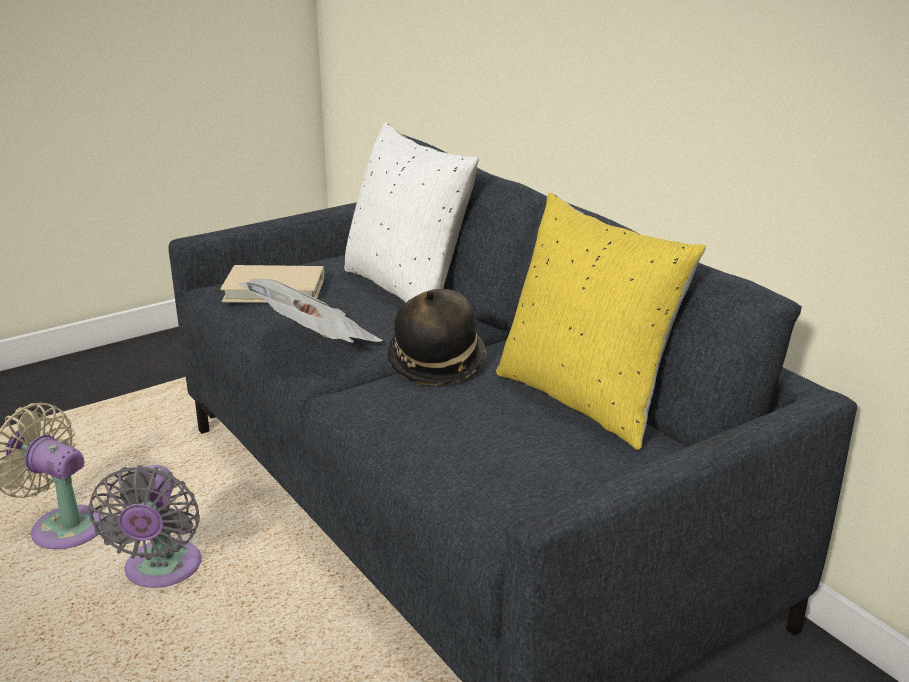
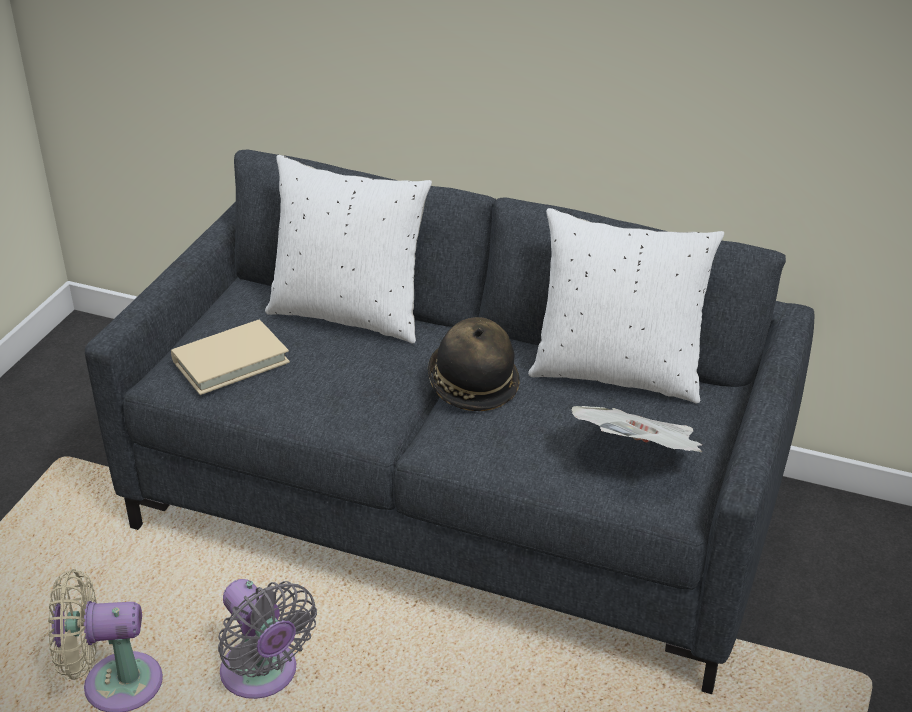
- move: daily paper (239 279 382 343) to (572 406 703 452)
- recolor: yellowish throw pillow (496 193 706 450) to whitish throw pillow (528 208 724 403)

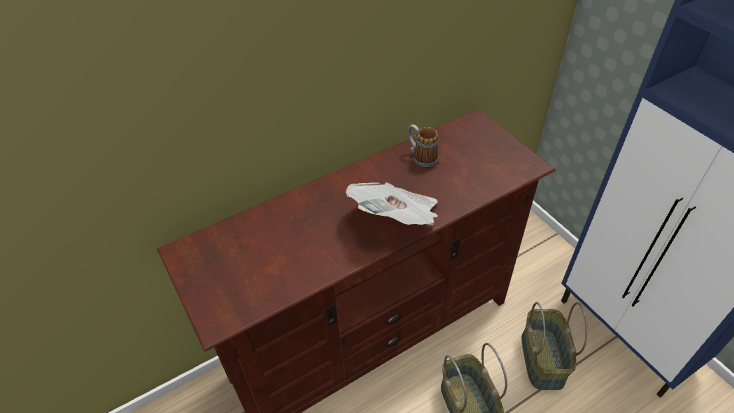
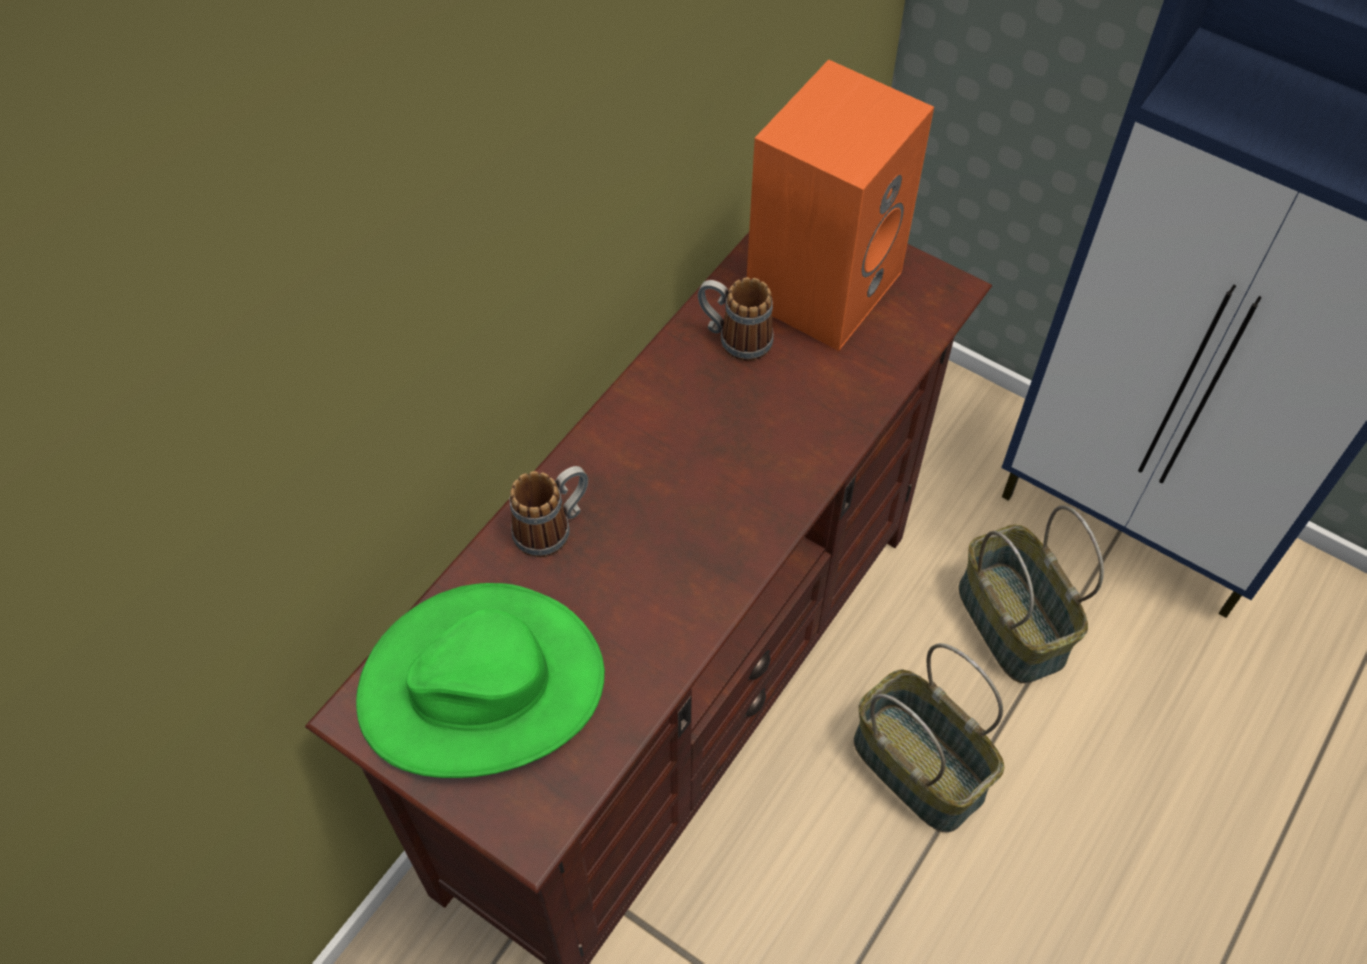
- delete: daily paper (346 183 438 225)
- insert: green hat (356 583 605 778)
- insert: mug (509 466 588 557)
- insert: orangey speaker (747 59 934 351)

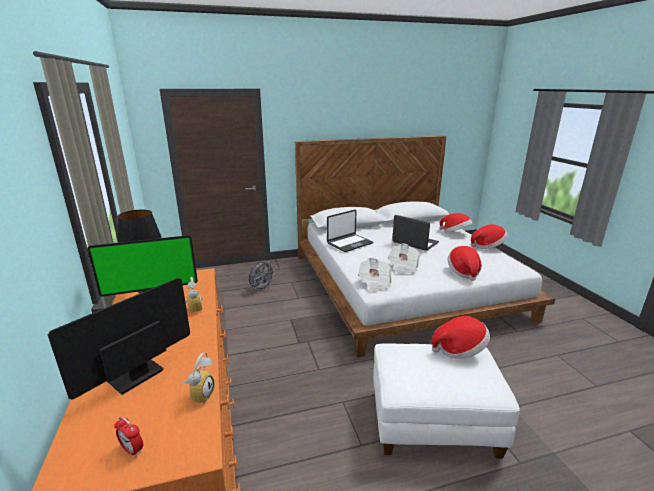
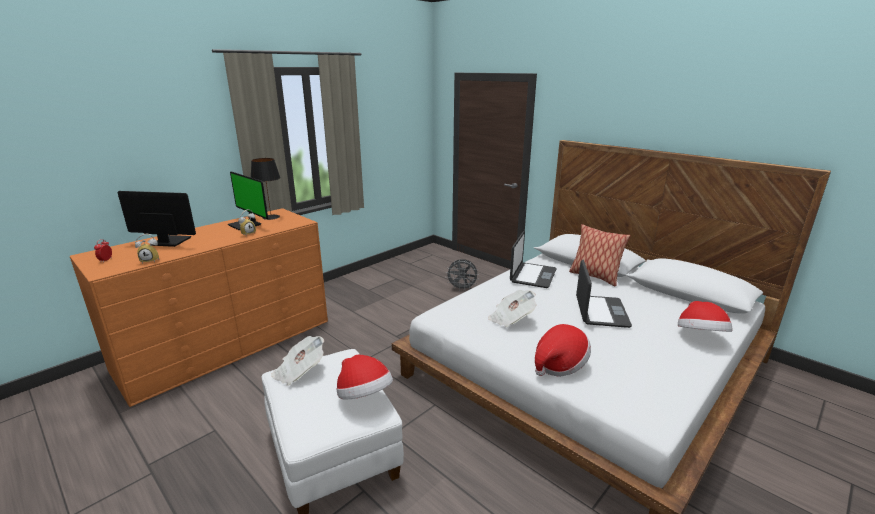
- delete: hat (471 224 508 249)
- insert: throw pillow (569 224 630 286)
- move: daily paper (358 258 392 292) to (271 336 325 386)
- rotate: laptop (327 210 373 252) = (510 231 557 288) 90 degrees counterclockwise

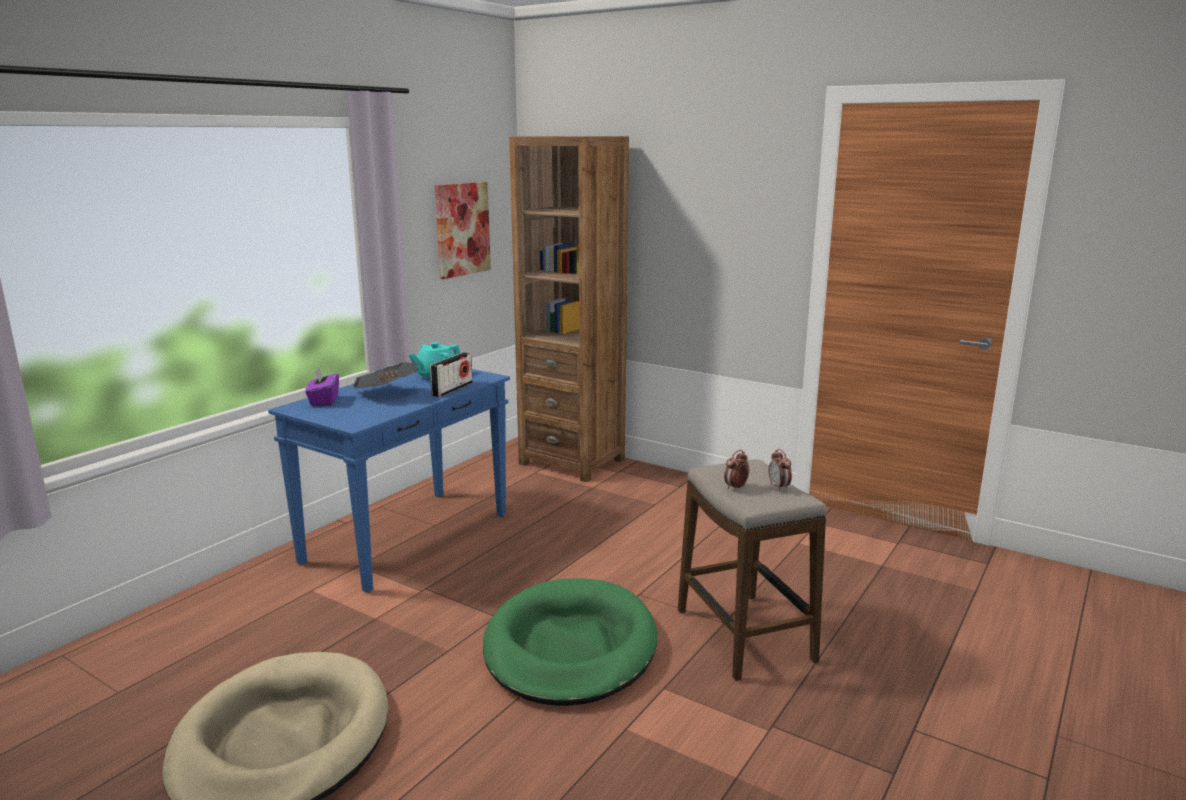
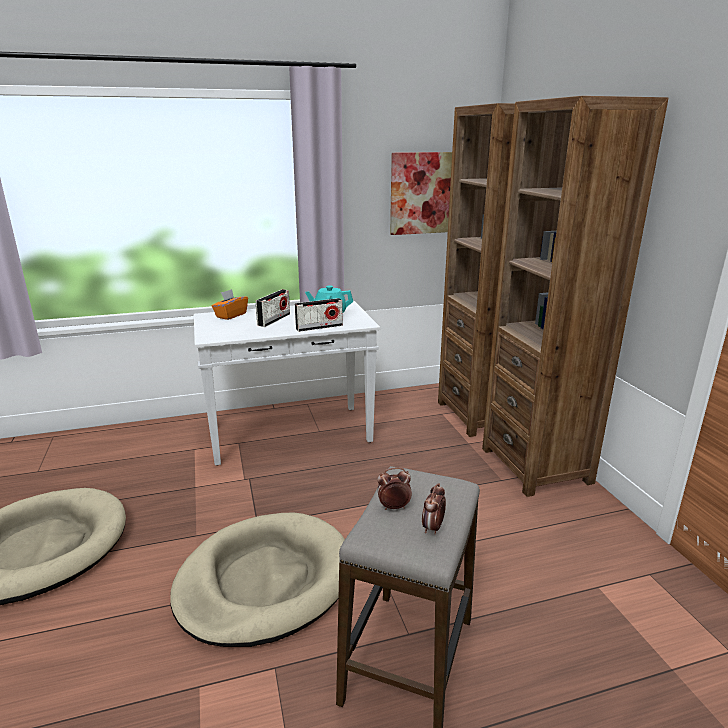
- insert: brown shelving unit (482 96 668 497)
- replace: daily paper (353 362 418 389) to radio receiver (256 289 290 327)
- recolor: bluish narrow table (268 369 510 593) to whitish narrow table (194 301 380 466)
- recolor: purple-coloured box of tissues (305 367 339 406) to orangey box of tissues (212 289 248 320)
- recolor: green dog cushion (483 578 657 706) to beige-coloured dog cushion (170 513 345 647)

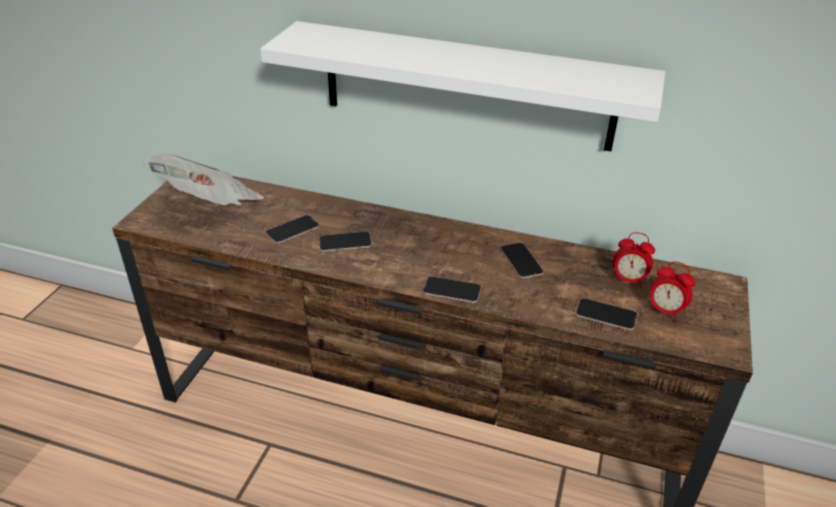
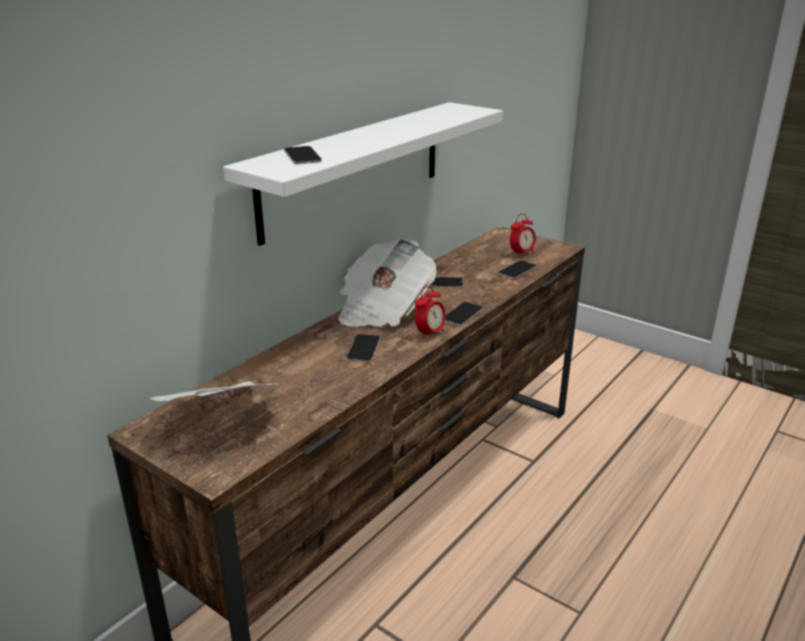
- insert: daily paper (338 238 437 327)
- move: telephone (266 215 319 244) to (284 146 322 164)
- move: table clock (613 232 655 288) to (415 286 446 340)

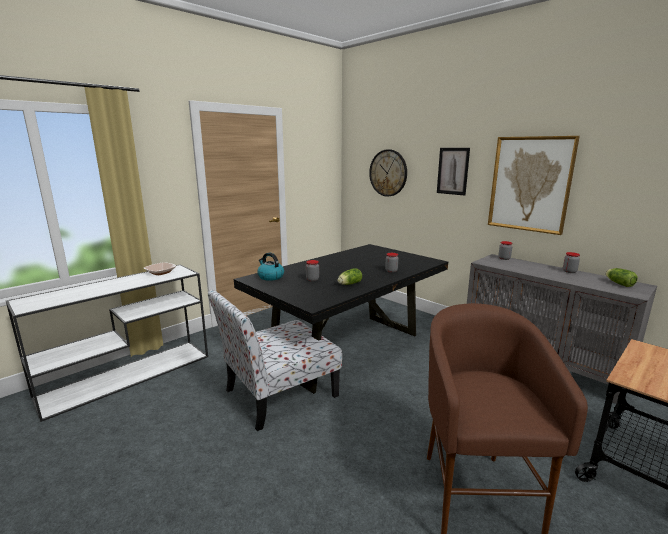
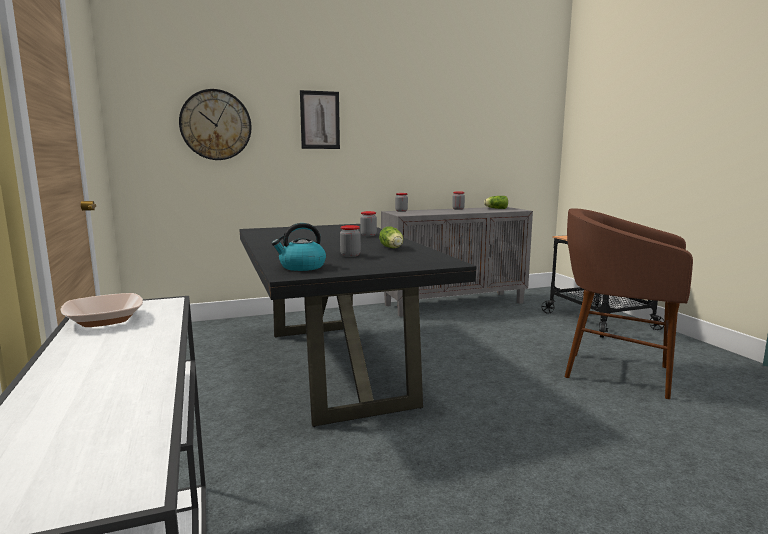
- delete: upright chair (208 290 342 431)
- delete: wall picture (488 136 580 235)

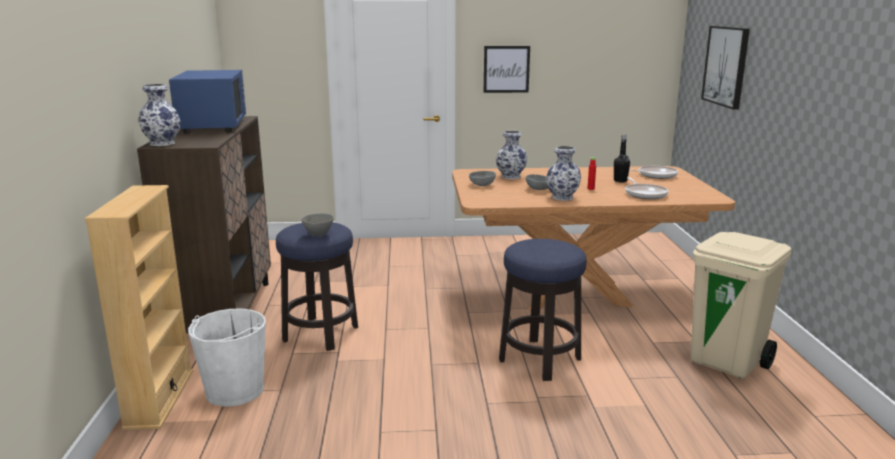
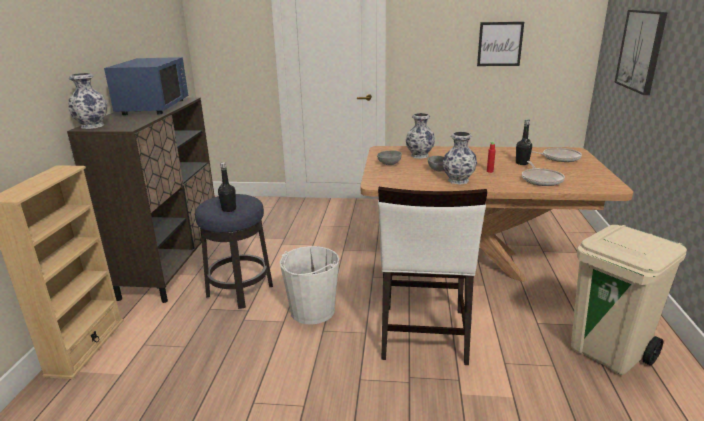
- move: whitish bucket (188 308 266 407) to (280 246 339 325)
- move: wall picture (484 46 530 93) to (477 22 524 66)
- replace: gray deep dish (301 213 334 237) to black beverage bottle (218 162 236 212)
- replace: sitting stool (499 239 587 381) to whitish upright chair (378 187 487 365)

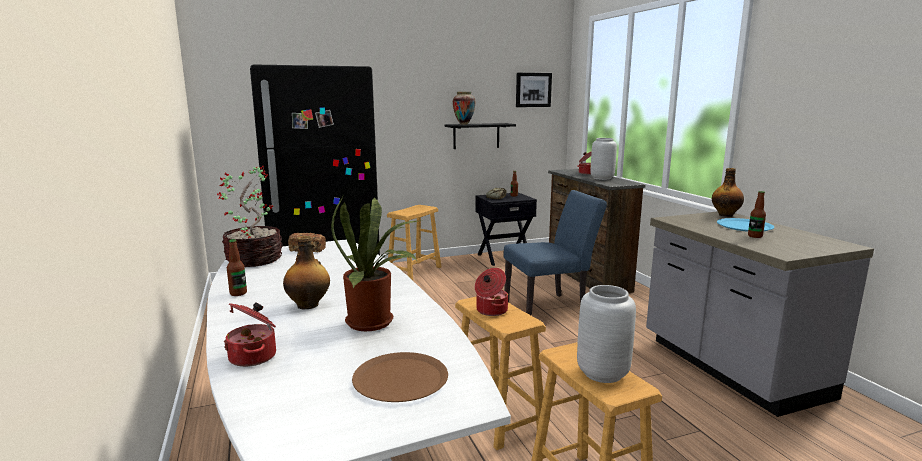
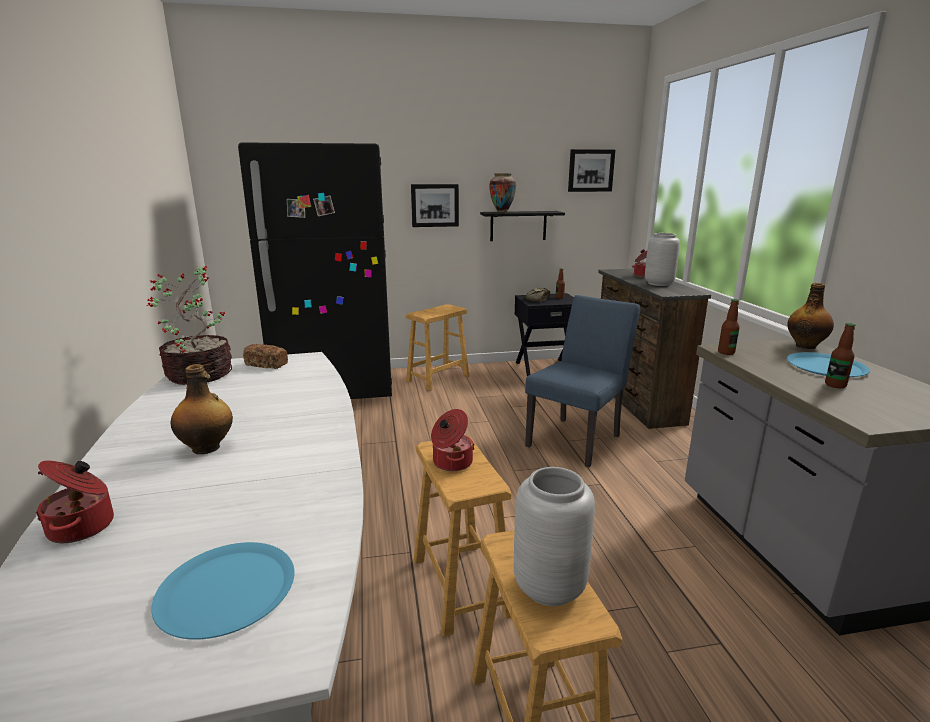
- delete: potted plant (331 196 418 331)
- insert: wall picture (411 184 459 227)
- move: beverage bottle (227 239 247 296) to (718 299 740 355)
- recolor: brown plate (352 352 448 402) to bluish plate (151 542 295 640)
- rotate: bluish upright chair (504 190 607 316) = (525 295 640 467) 45 degrees counterclockwise

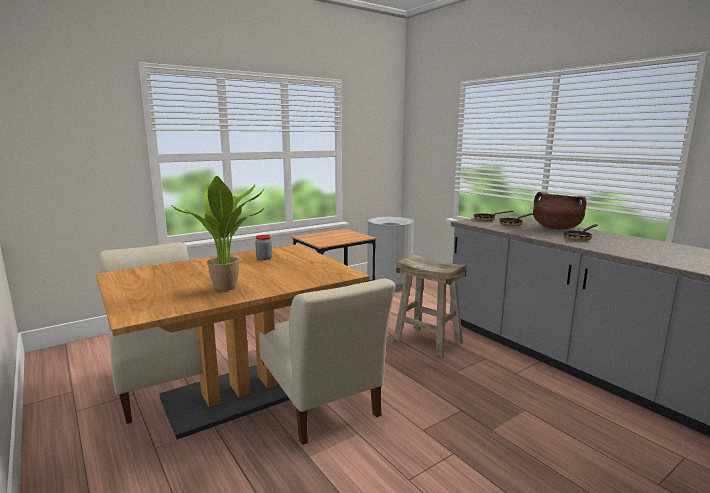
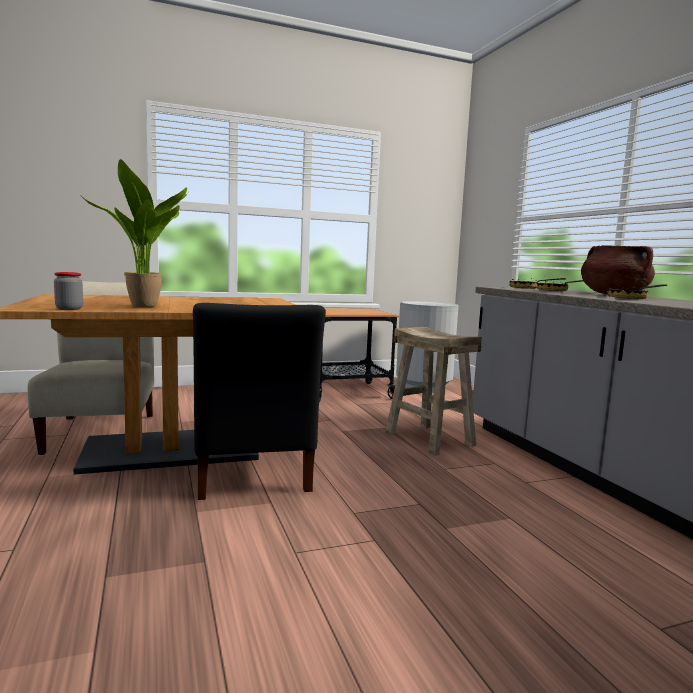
- move: storage jar (255 235 272 260) to (54 272 83 310)
- recolor: beige-coloured upright chair (259 279 395 445) to black upright chair (193 303 326 500)

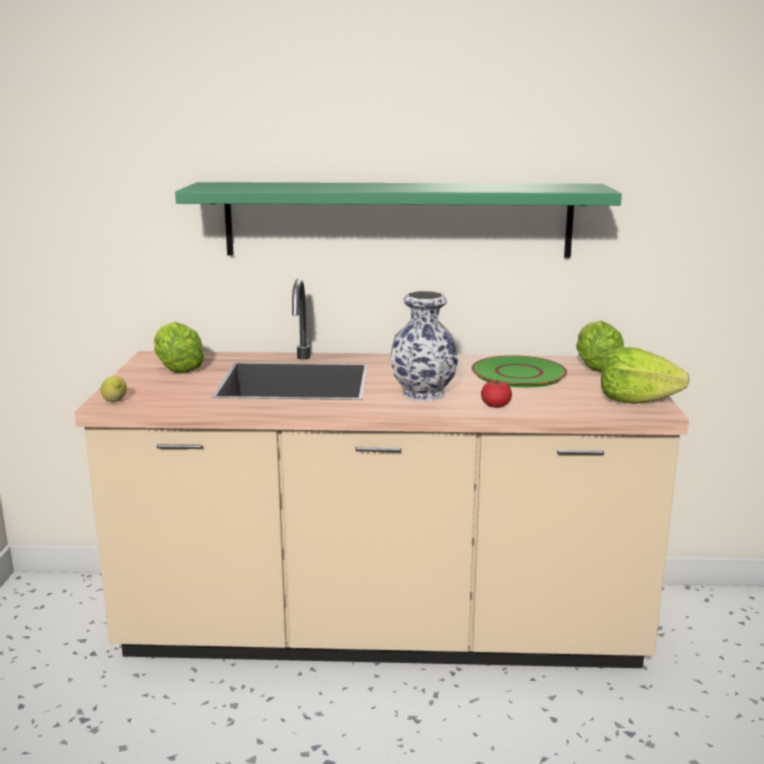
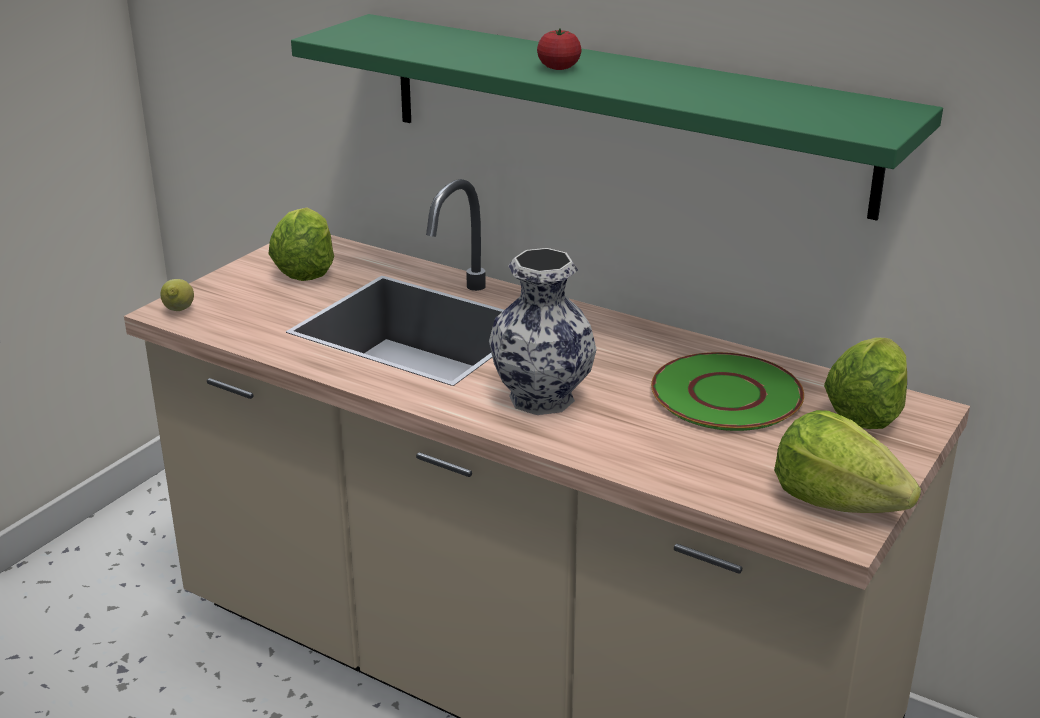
- move: tomato (481 380 512 408) to (537 28 581 70)

